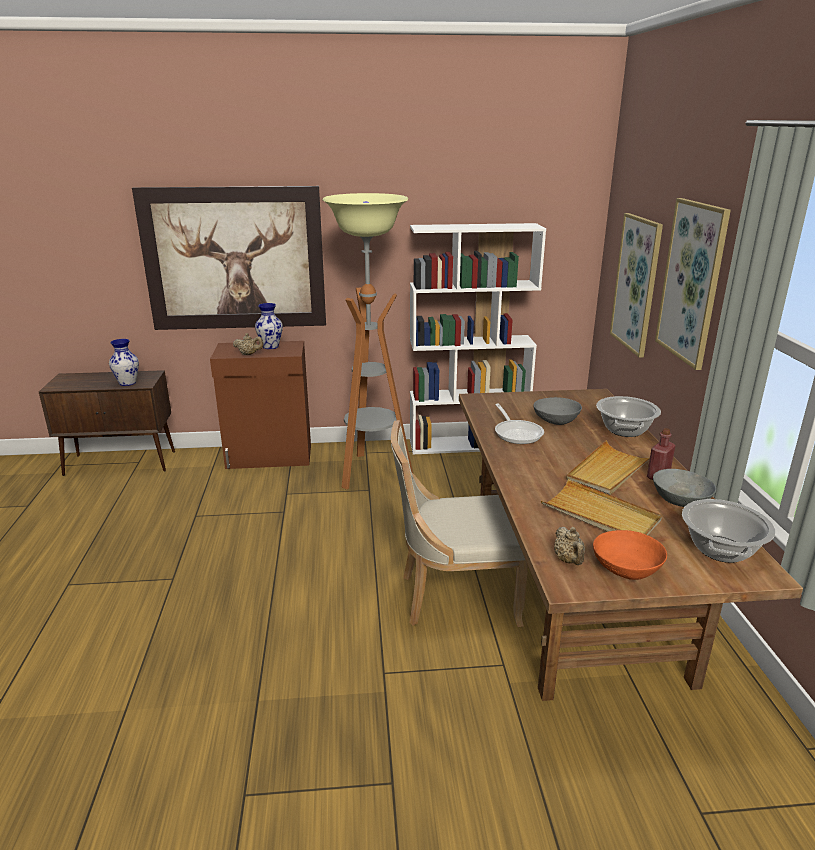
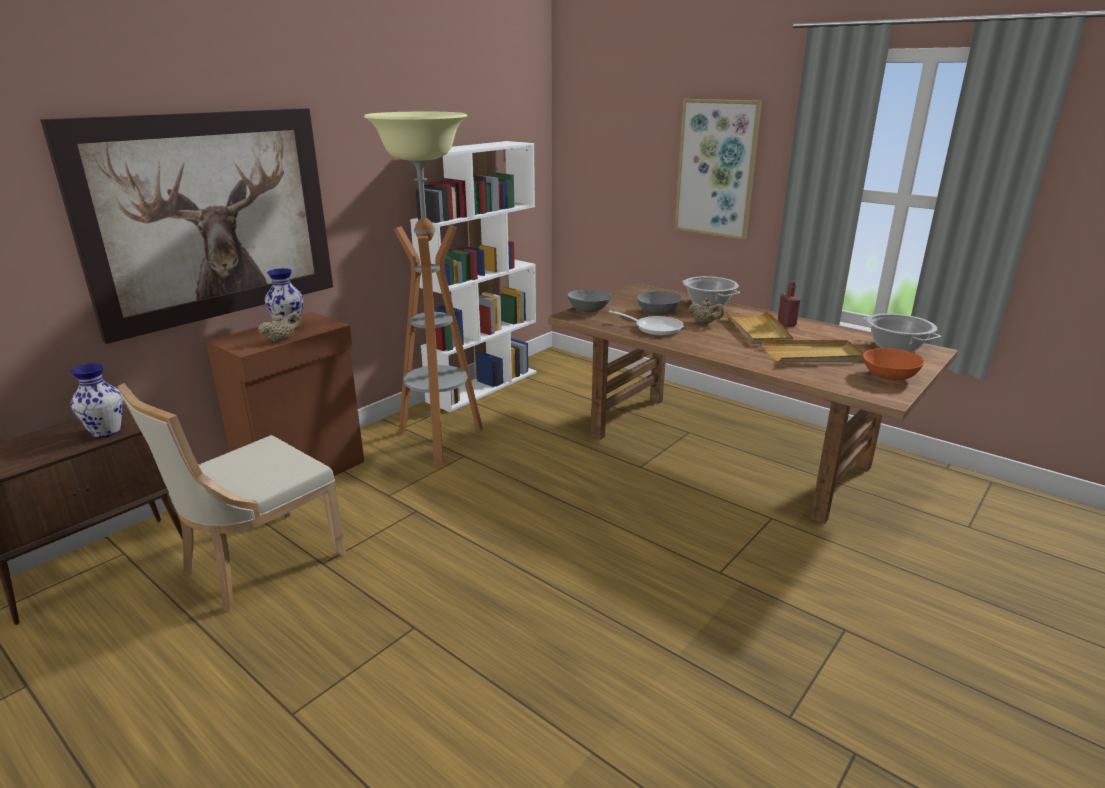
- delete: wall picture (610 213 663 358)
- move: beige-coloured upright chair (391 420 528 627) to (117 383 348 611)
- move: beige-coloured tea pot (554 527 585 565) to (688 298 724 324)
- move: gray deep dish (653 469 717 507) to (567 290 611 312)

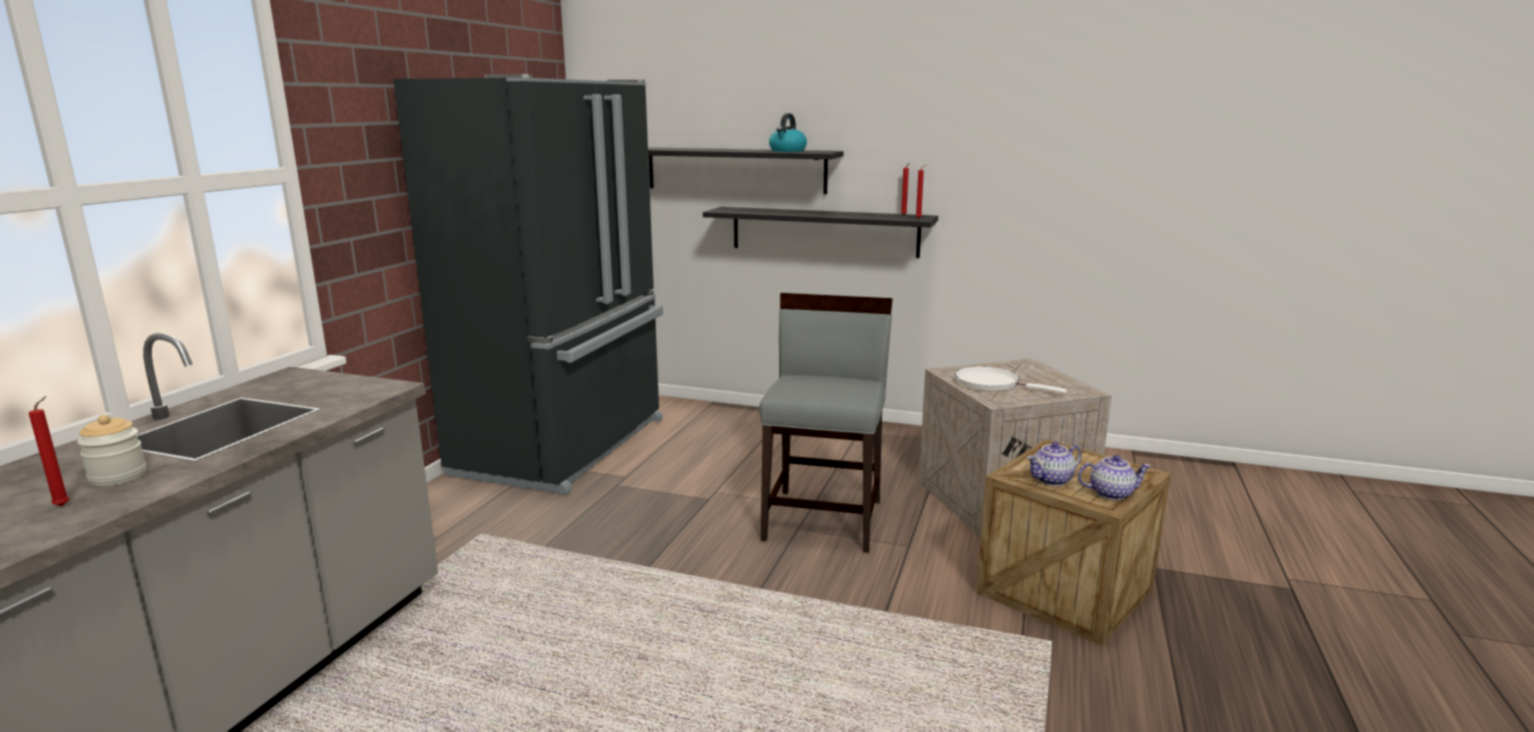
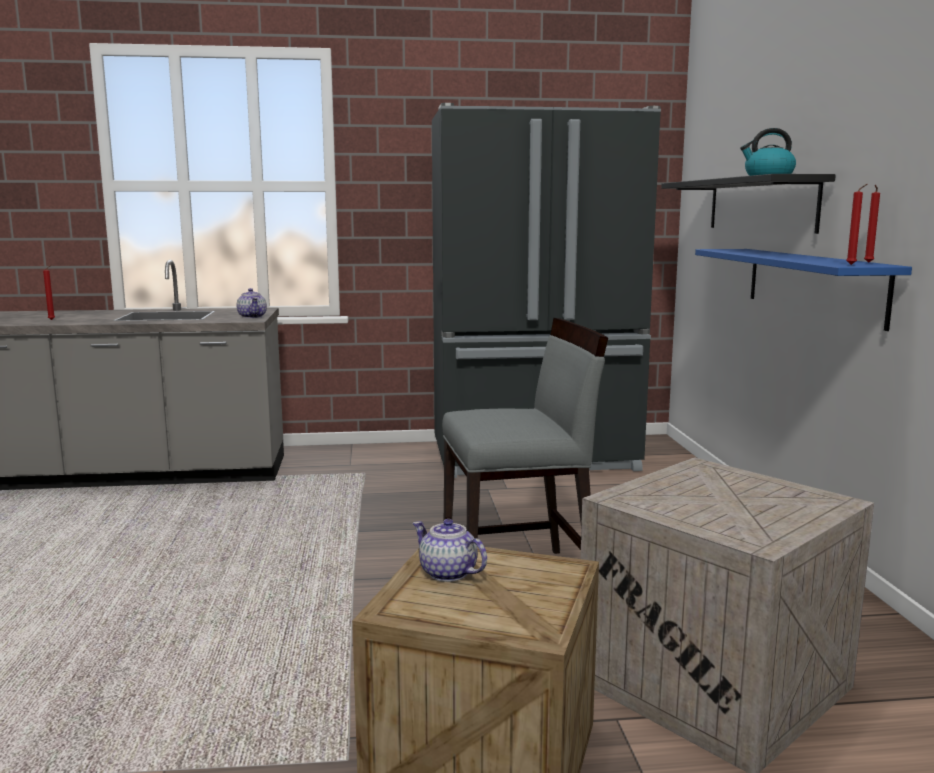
- delete: storage jar (77 415 147 486)
- delete: whitish frying pan (955 366 1067 393)
- move: tea pot (1078 455 1151 500) to (237 288 267 318)
- recolor: black shelf (703 207 938 258) to bluish shelf (695 249 912 331)

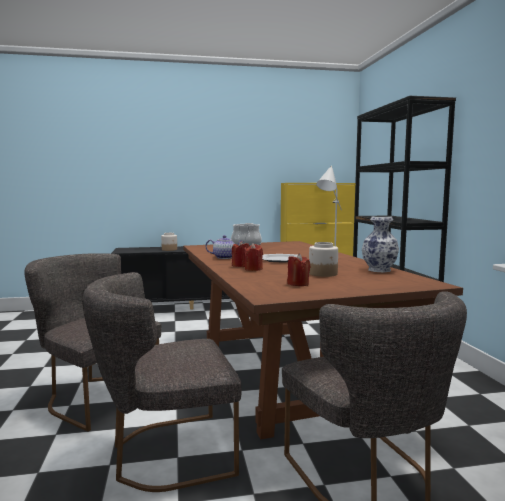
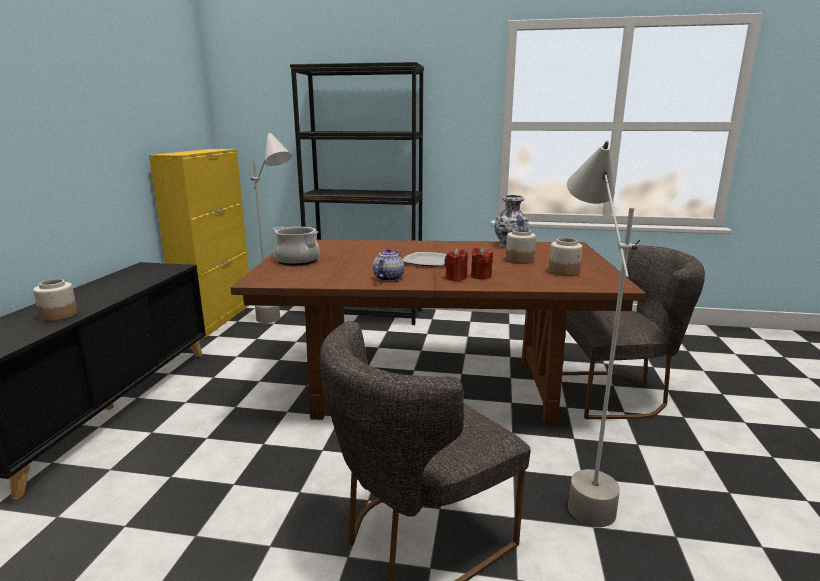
- replace: gray upright chair (82 272 241 492) to gray standard lamp (567 141 641 527)
- replace: red-coloured wax candle (287 253 311 286) to storage jar (549 238 583 277)

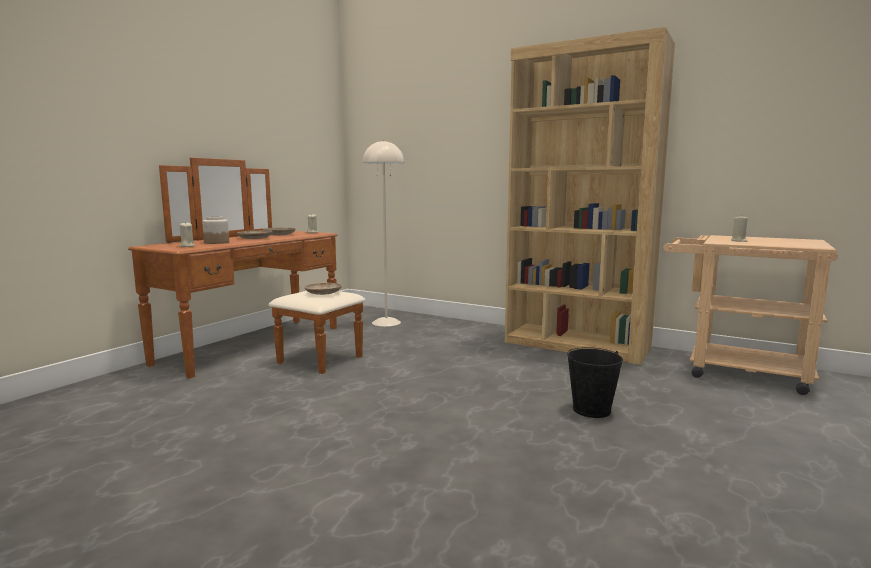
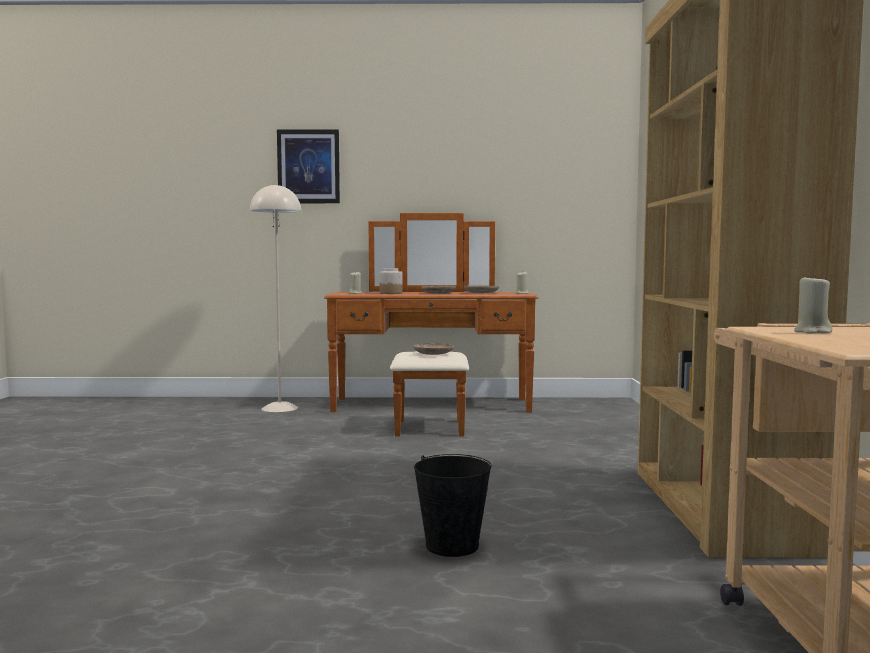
- insert: wall picture (277 129 340 203)
- move: beige-coloured standard lamp (363 140 404 326) to (250 184 301 412)

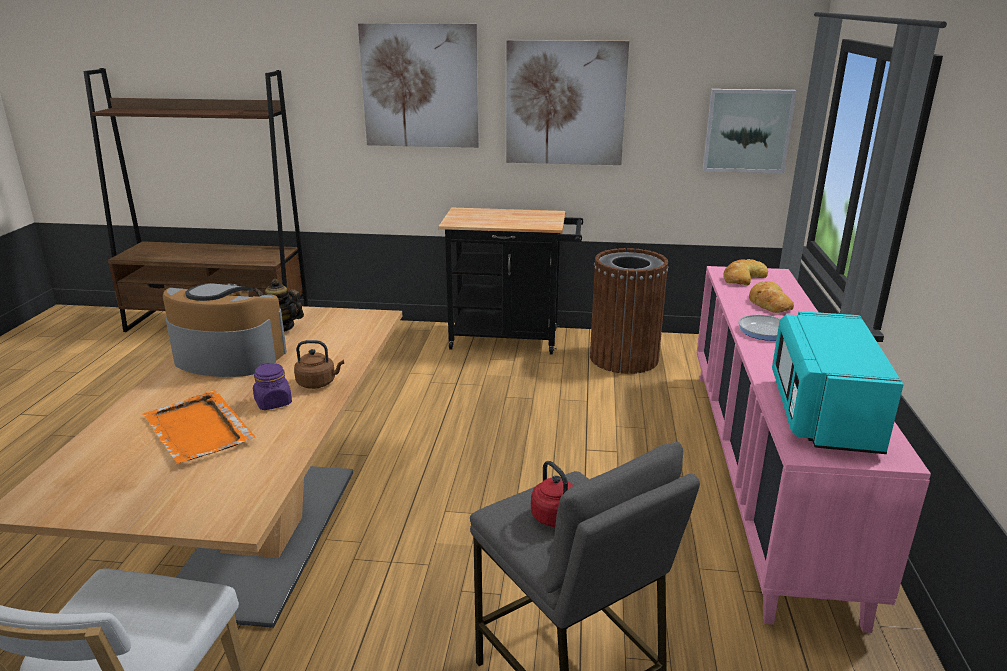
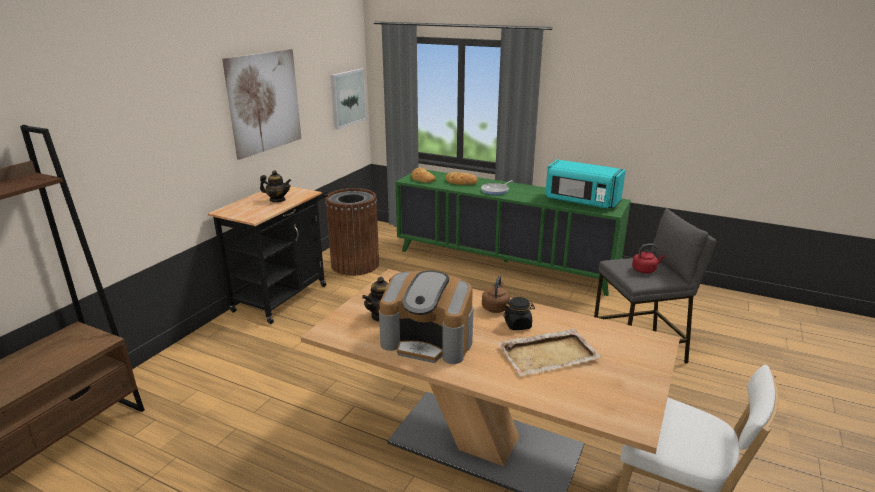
- delete: wall picture (358 23 479 148)
- insert: tea pot (260 170 291 202)
- recolor: orangey tray (142 390 255 464) to beige-coloured tray (498 329 602 376)
- recolor: purple-coloured storage jar (253 363 292 410) to black storage jar (504 297 535 330)
- recolor: pinkish cabinet (697 266 931 633) to green cabinet (395 170 631 296)
- rotate: coffee machine (163 283 287 377) = (379 271 473 364) 105 degrees counterclockwise

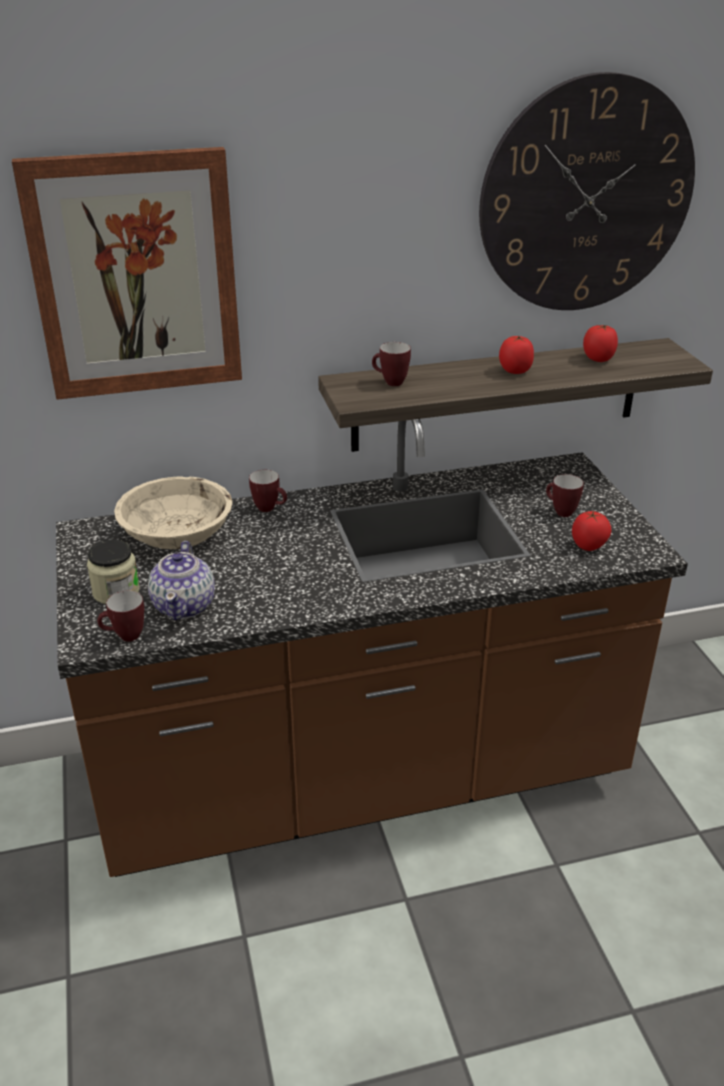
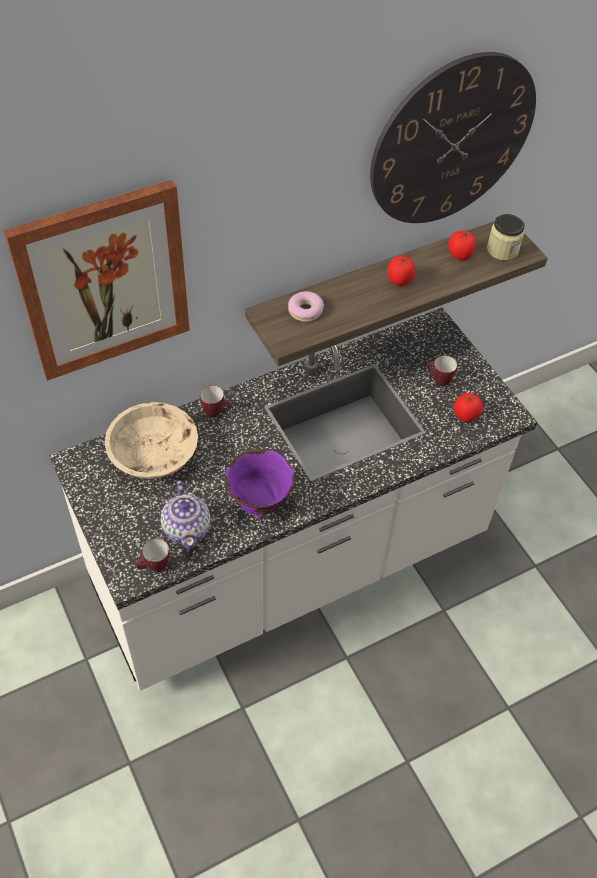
- insert: purple-coloured deep dish (225 449 294 520)
- move: storage jar (87 540 140 604) to (487 214 525 260)
- replace: mug (372 342 411 386) to ring doughnut (288 291 324 322)
- recolor: brown counter (56 419 688 877) to whitish counter (49 308 537 691)

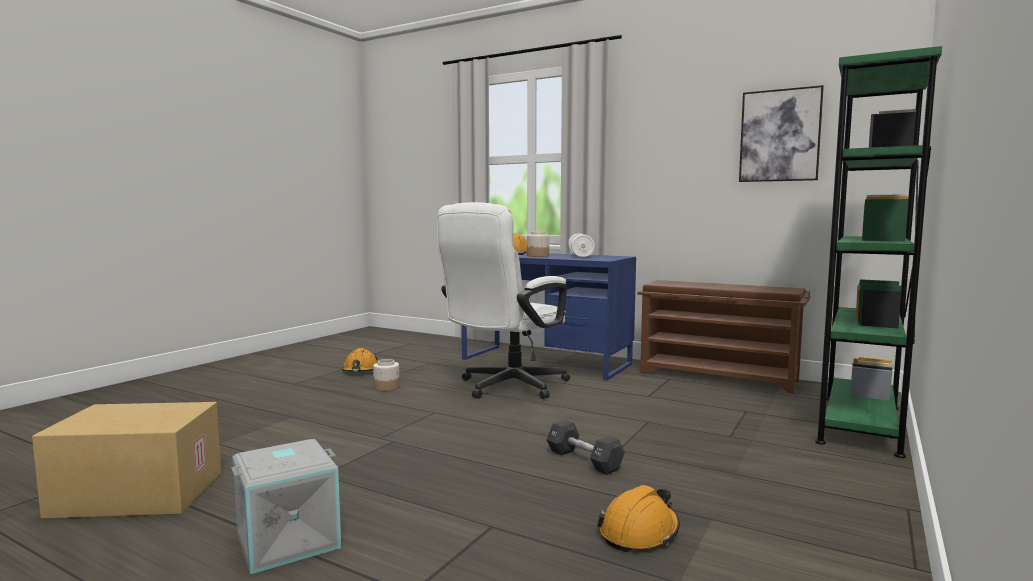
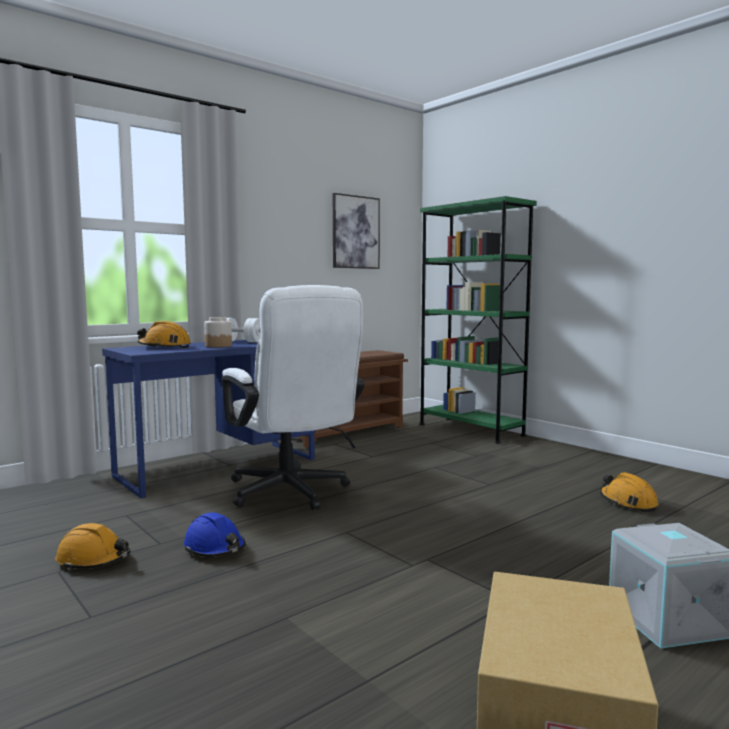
- delete: black dumbbell (546 420 625 475)
- replace: storage jar (373 359 400 391) to bluish safety helmet (184 513 246 557)

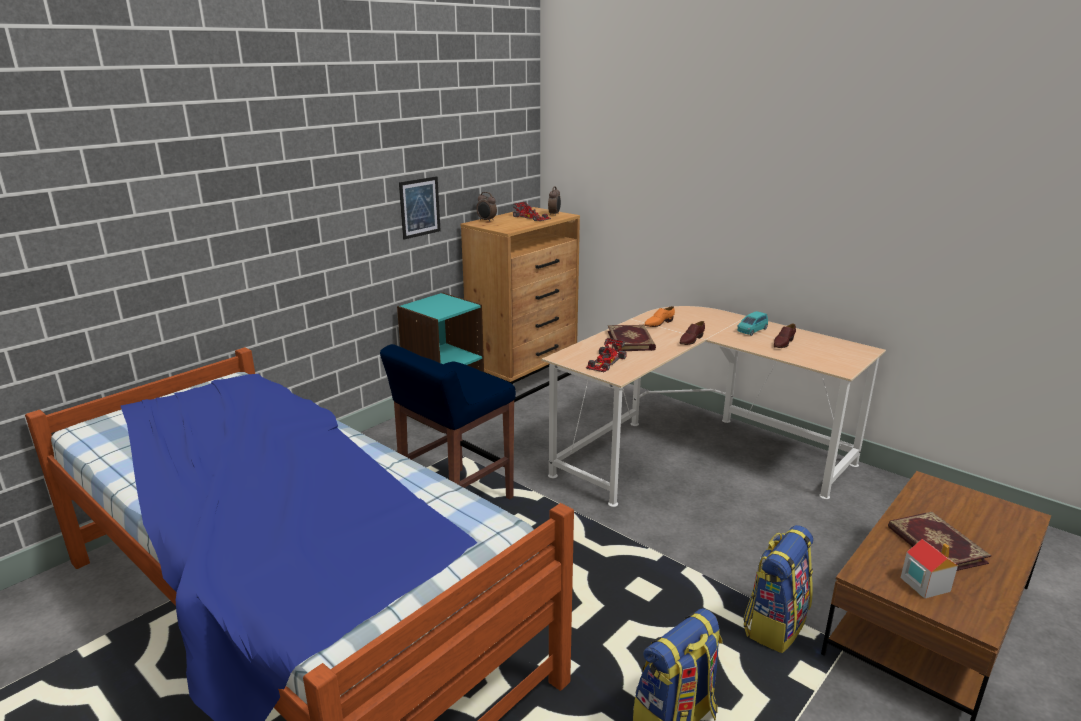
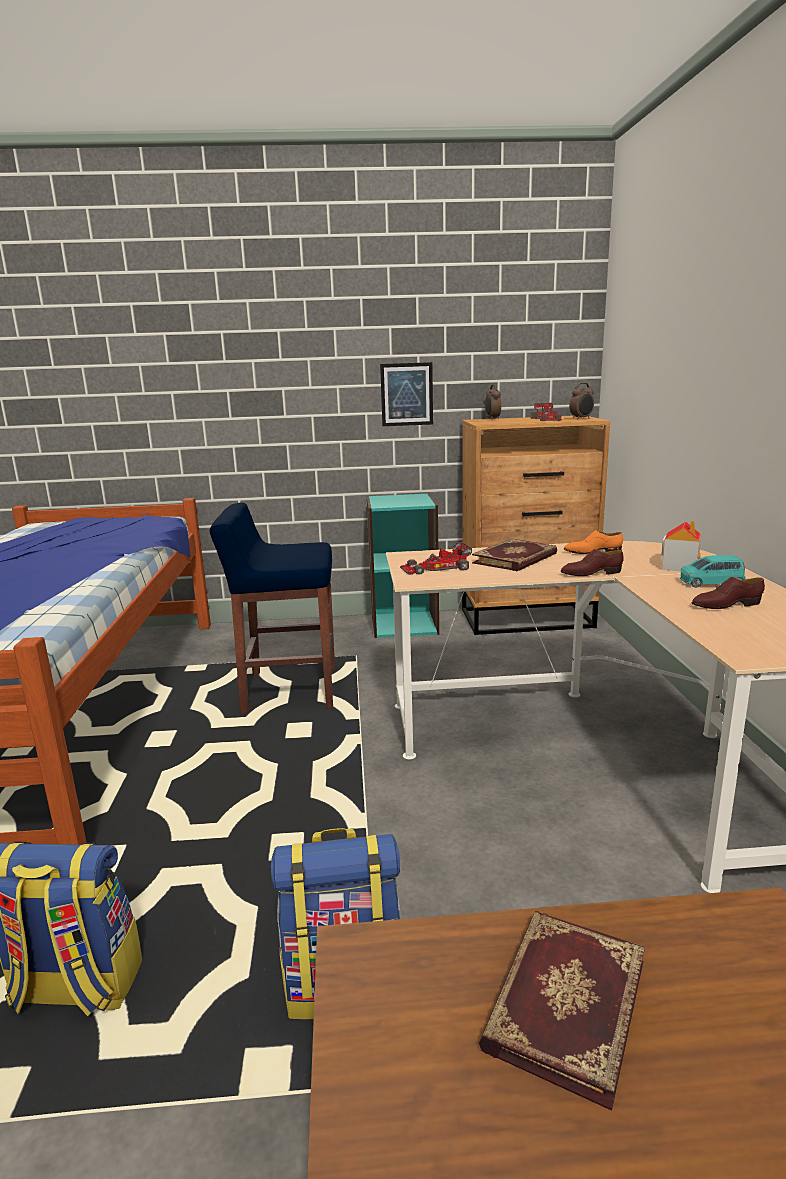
- move: miniature house (901 539 958 599) to (661 520 702 571)

